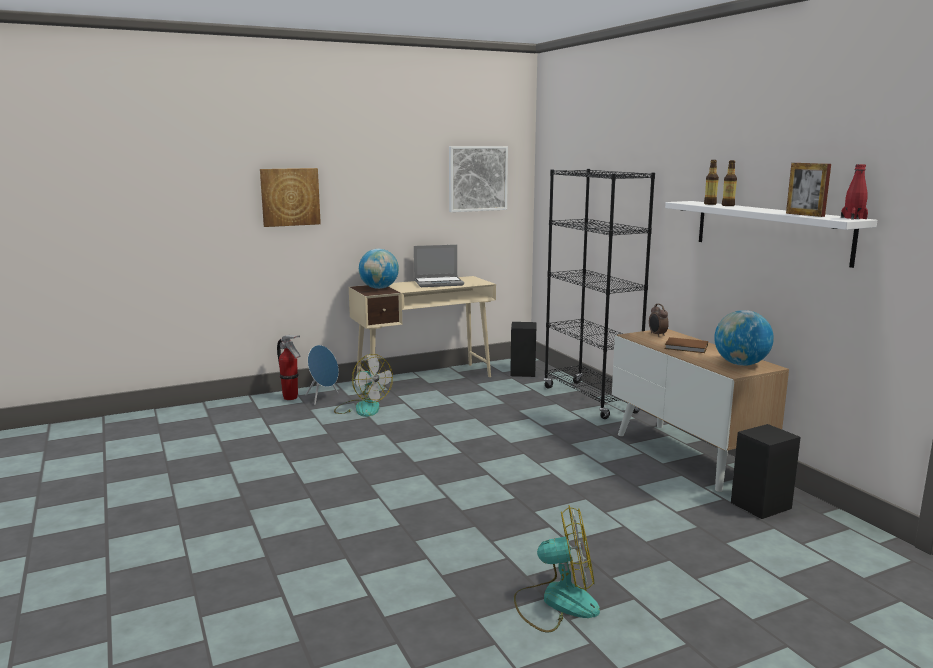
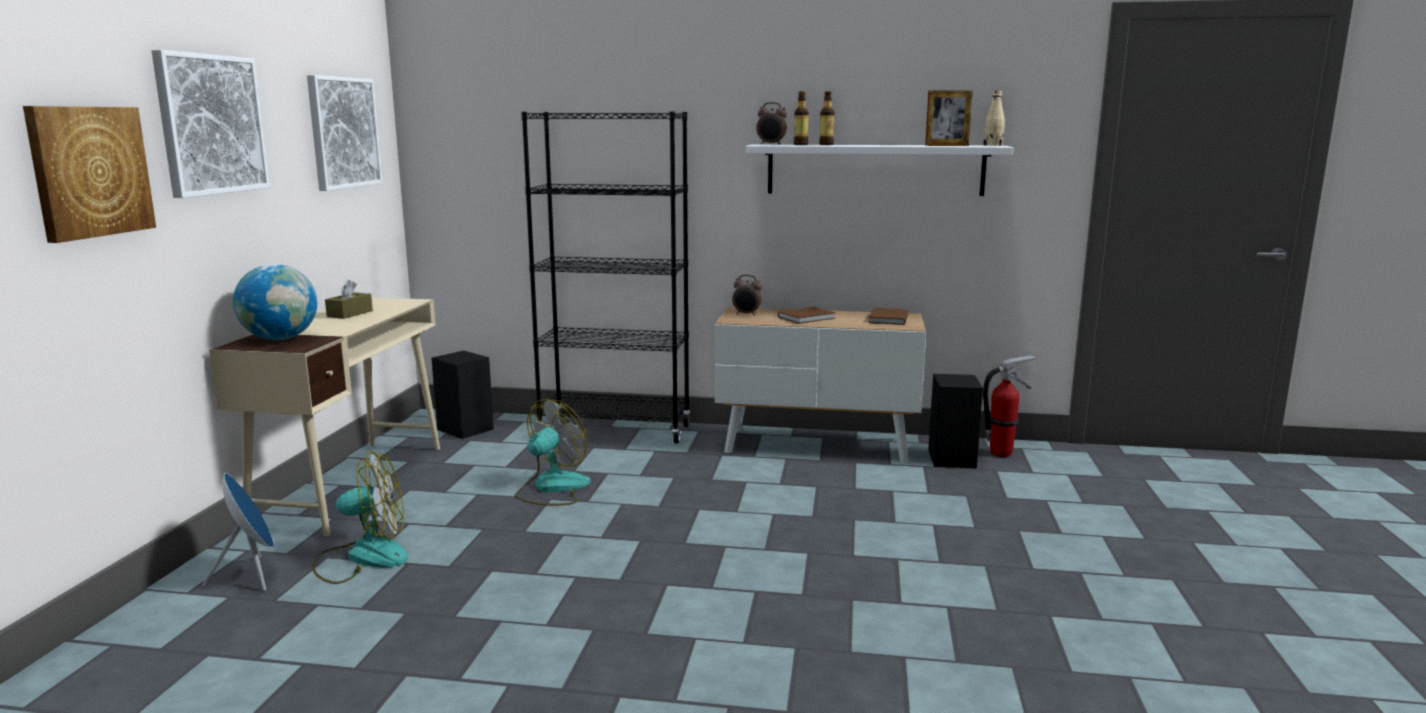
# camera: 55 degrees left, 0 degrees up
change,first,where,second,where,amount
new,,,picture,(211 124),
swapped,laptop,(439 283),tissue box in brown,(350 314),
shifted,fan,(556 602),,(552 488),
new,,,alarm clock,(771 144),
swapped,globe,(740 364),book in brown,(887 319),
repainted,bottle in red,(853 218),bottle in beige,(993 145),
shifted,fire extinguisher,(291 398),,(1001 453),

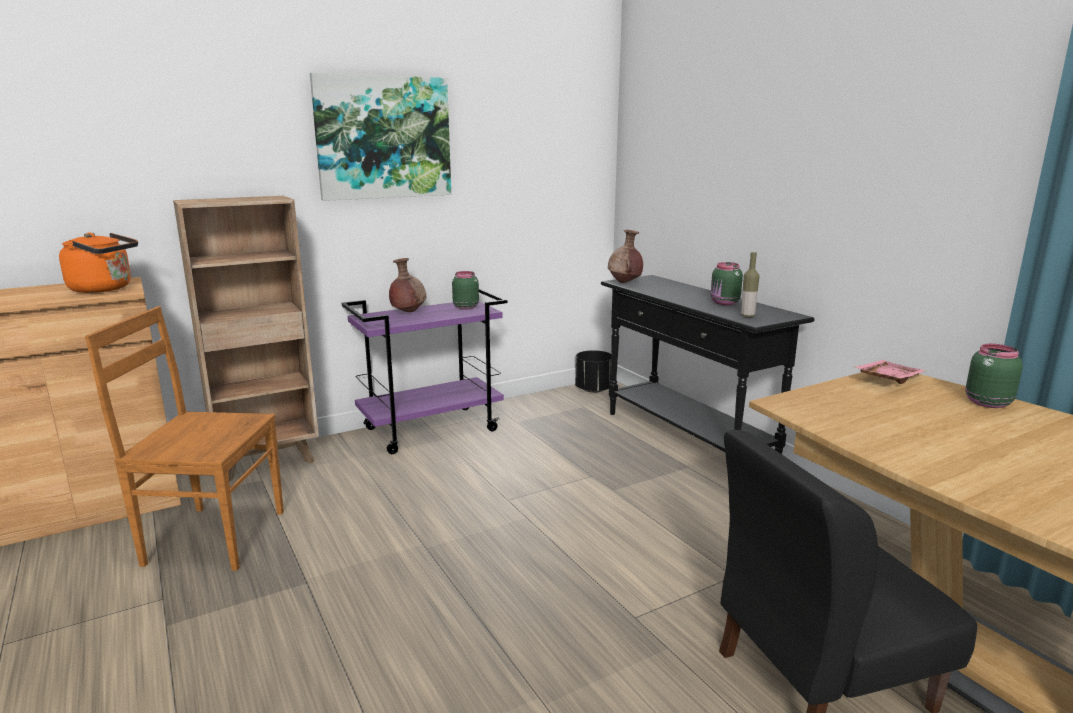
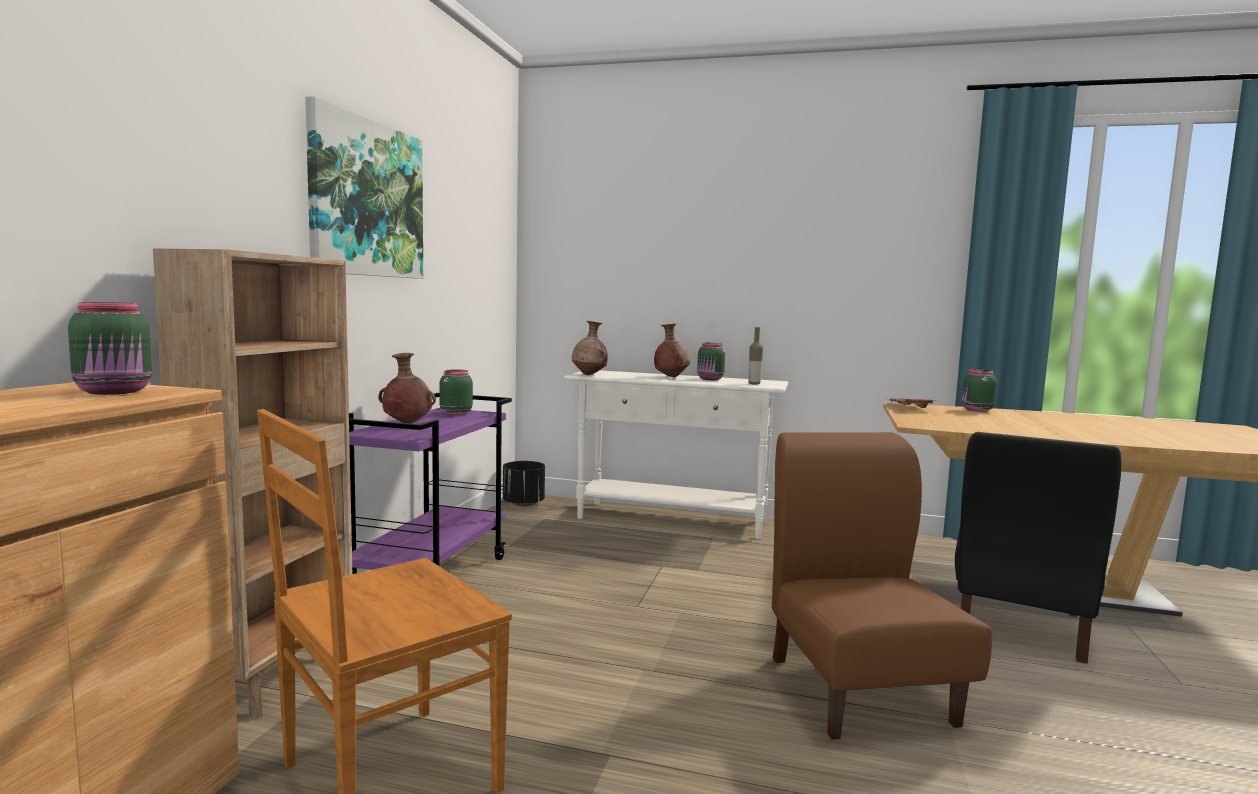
# camera: 45 degrees left, 10 degrees down
change,first,where,second,where,amount
swapped,kettle in orange,(105 289),jar in green,(115 392),
repainted,console table in black,(687 439),console table in white,(672 520),
new,,,vase in brown,(670 377),
new,,,chair in brown,(860 689),

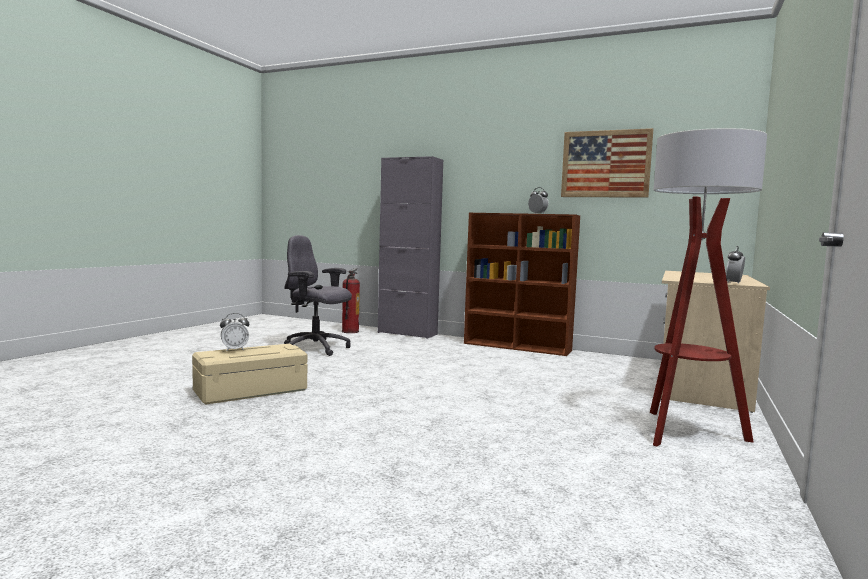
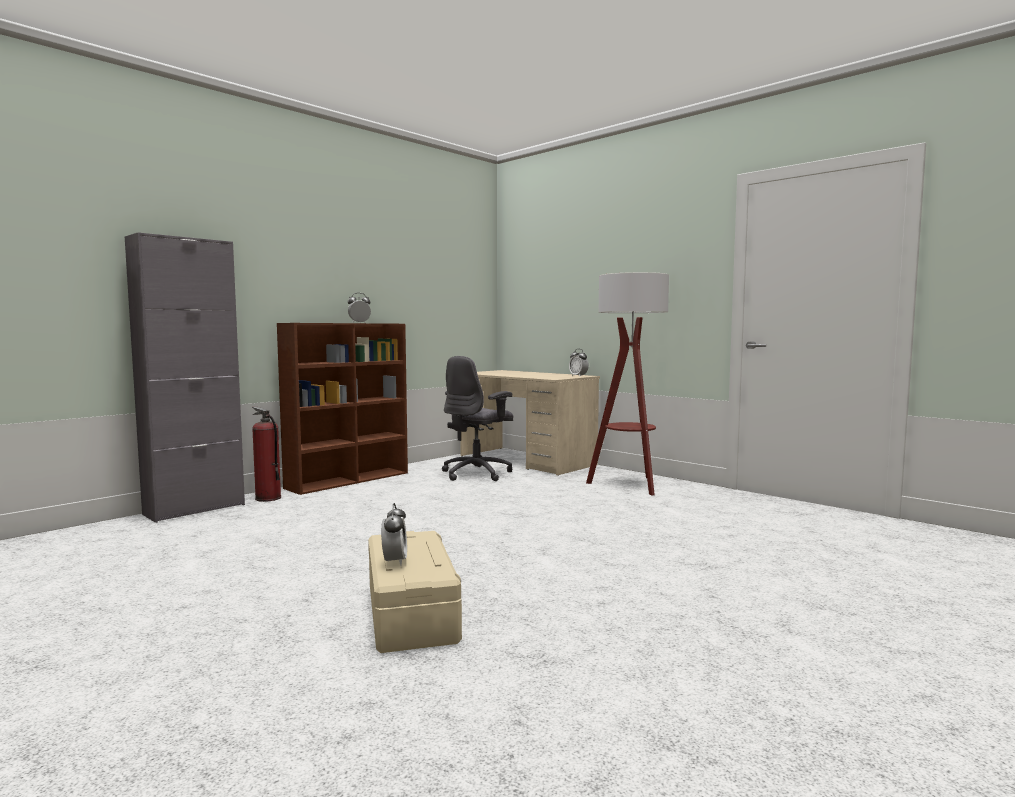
# camera: 70 degrees left, 0 degrees up
change,first,where,second,where,amount
shifted,fire extinguisher,(350 331),,(267 498),
shifted,office chair in grey,(316 349),,(477 474),
gone,picture,(605 164),,,

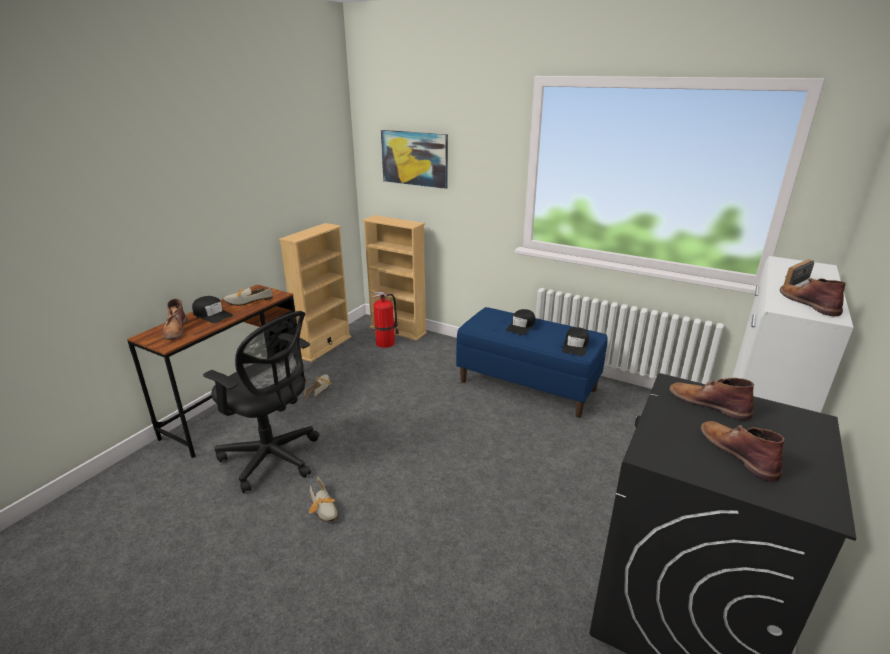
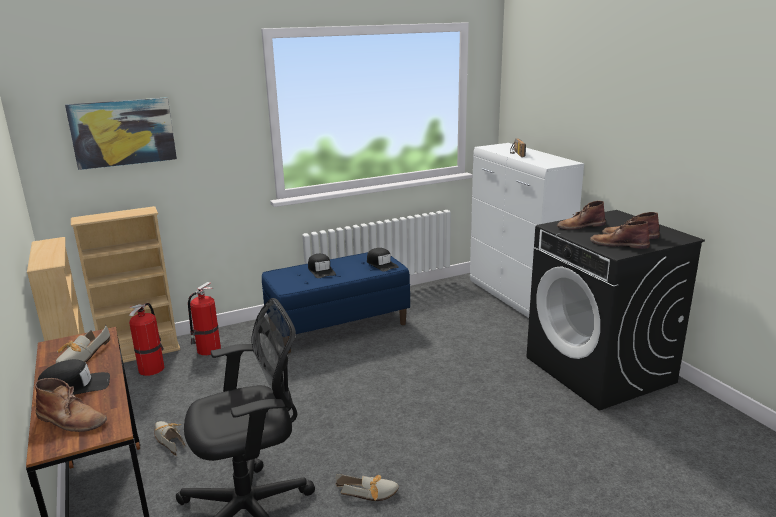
# camera: 55 degrees left, 5 degrees down
change,first,where,second,where,amount
new,,,fire extinguisher,(207 350),
shifted,boot in brown,(808 303),,(618 244),

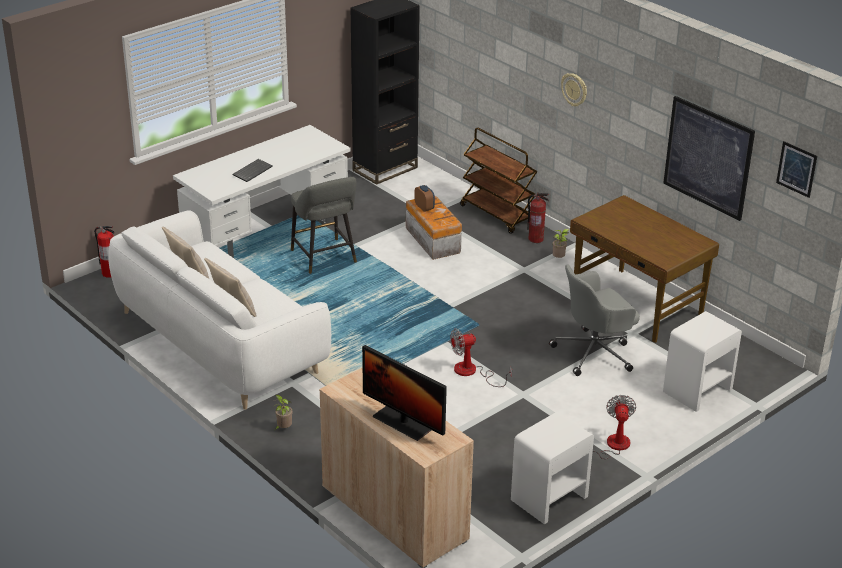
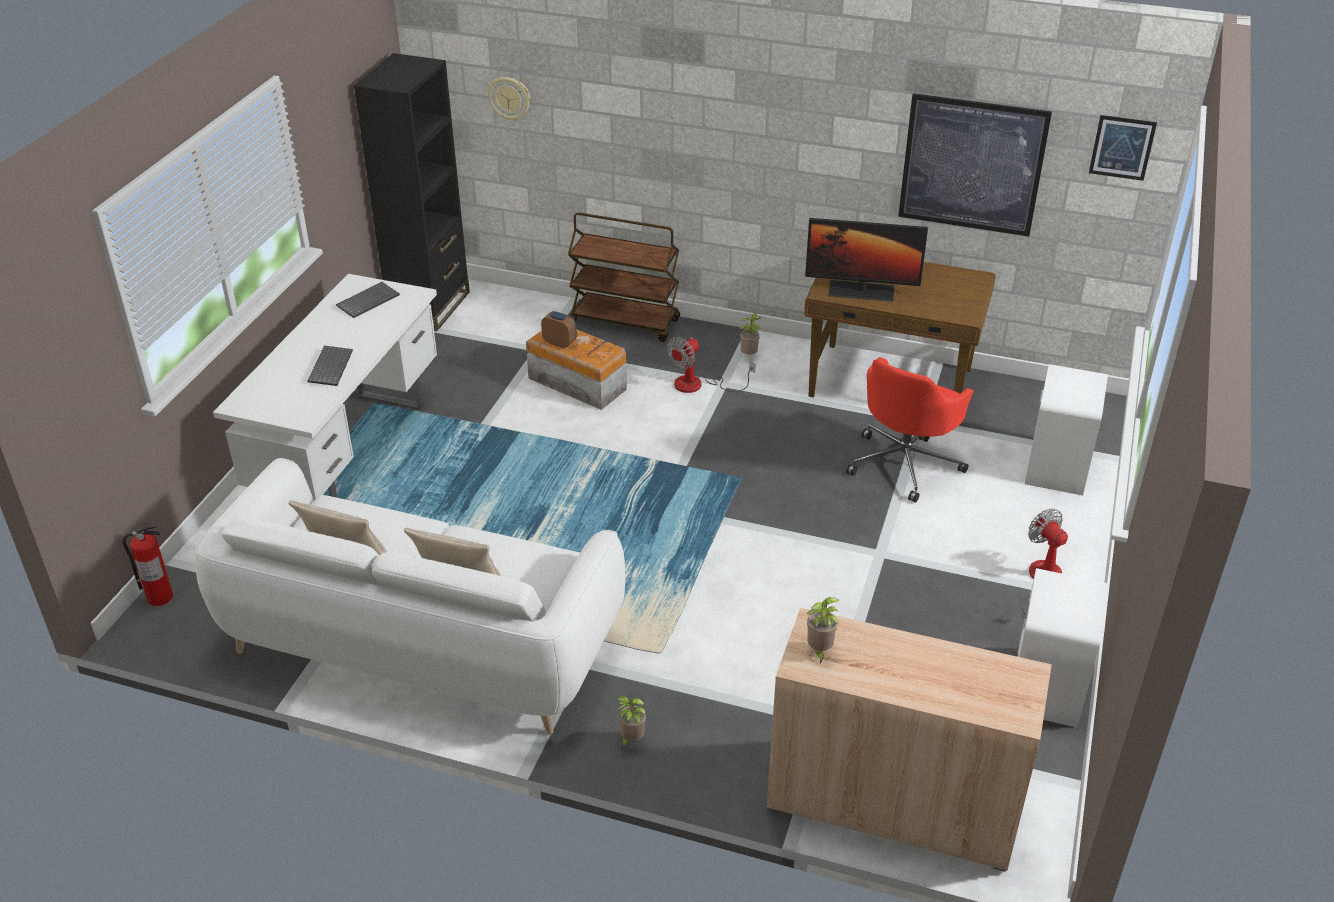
# camera: 30 degrees left, 5 degrees up
change,first,where,second,where,amount
new,,,keyboard,(368 300),
shifted,wall clock,(574 89),,(509 98),
shifted,fan,(472 372),,(698 385),
shifted,monitor,(403 422),,(861 291),
new,,,potted plant,(819 651),
repainted,office chair in grey,(594 353),office chair in red,(905 463),
gone,stool in grey,(325 258),,,
gone,fire extinguisher,(536 239),,,

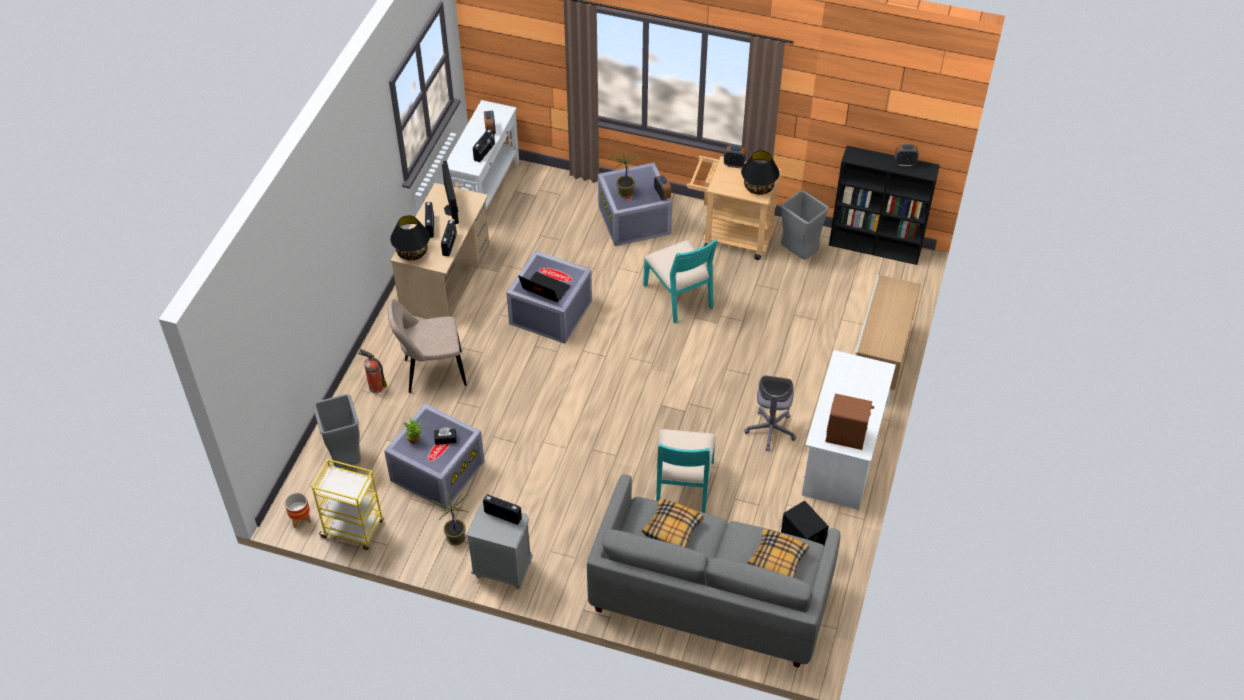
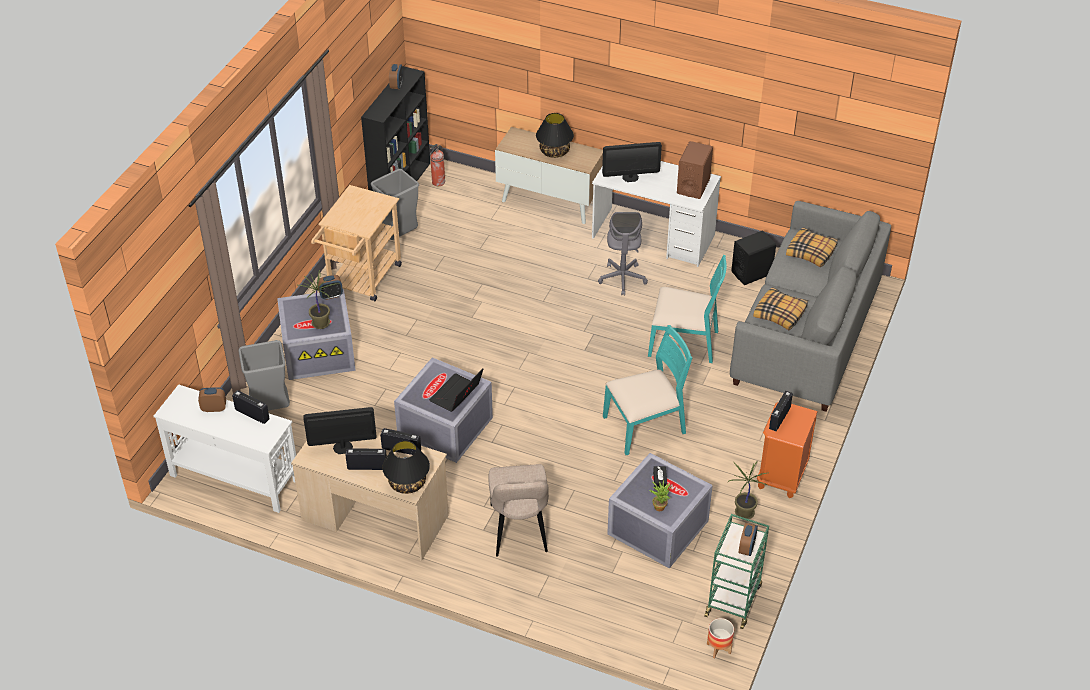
# camera: 85 degrees left, 5 degrees down
change,first,where,second,where,amount
shifted,trash can in grey,(346 459),,(271 409),
shifted,fire extinguisher,(375 387),,(438 182),
shifted,table lamp in black,(758 187),,(554 151),
rotated,office chair in grey,(770 430),,(622 279),75 degrees clockwise
new,,,monitor,(630 177),
shifted,chair in turquoise,(679 296),,(645 426),
repainted,cart in yellow,(354 529),cart in green,(733 599),
shifted,alarm clock,(734 164),,(746 548),
repainted,nightstand in grey,(503 569),nightstand in orange,(782 477),

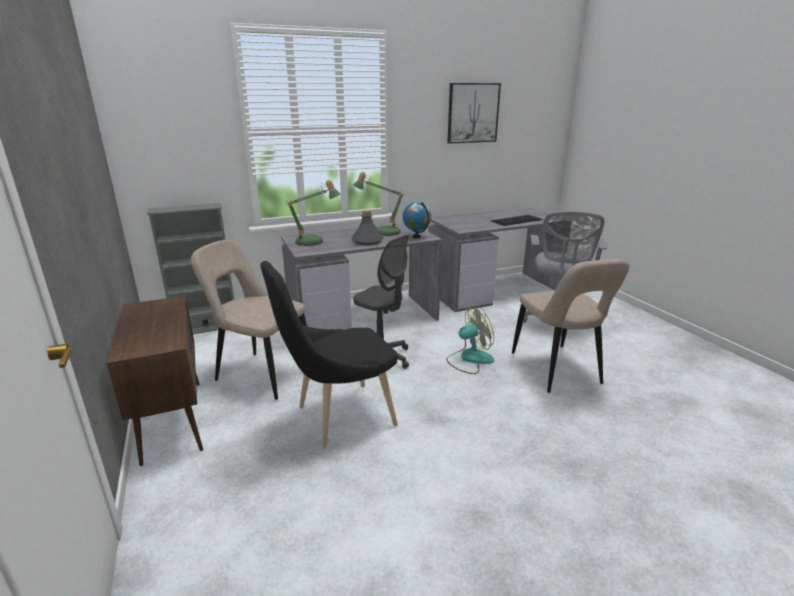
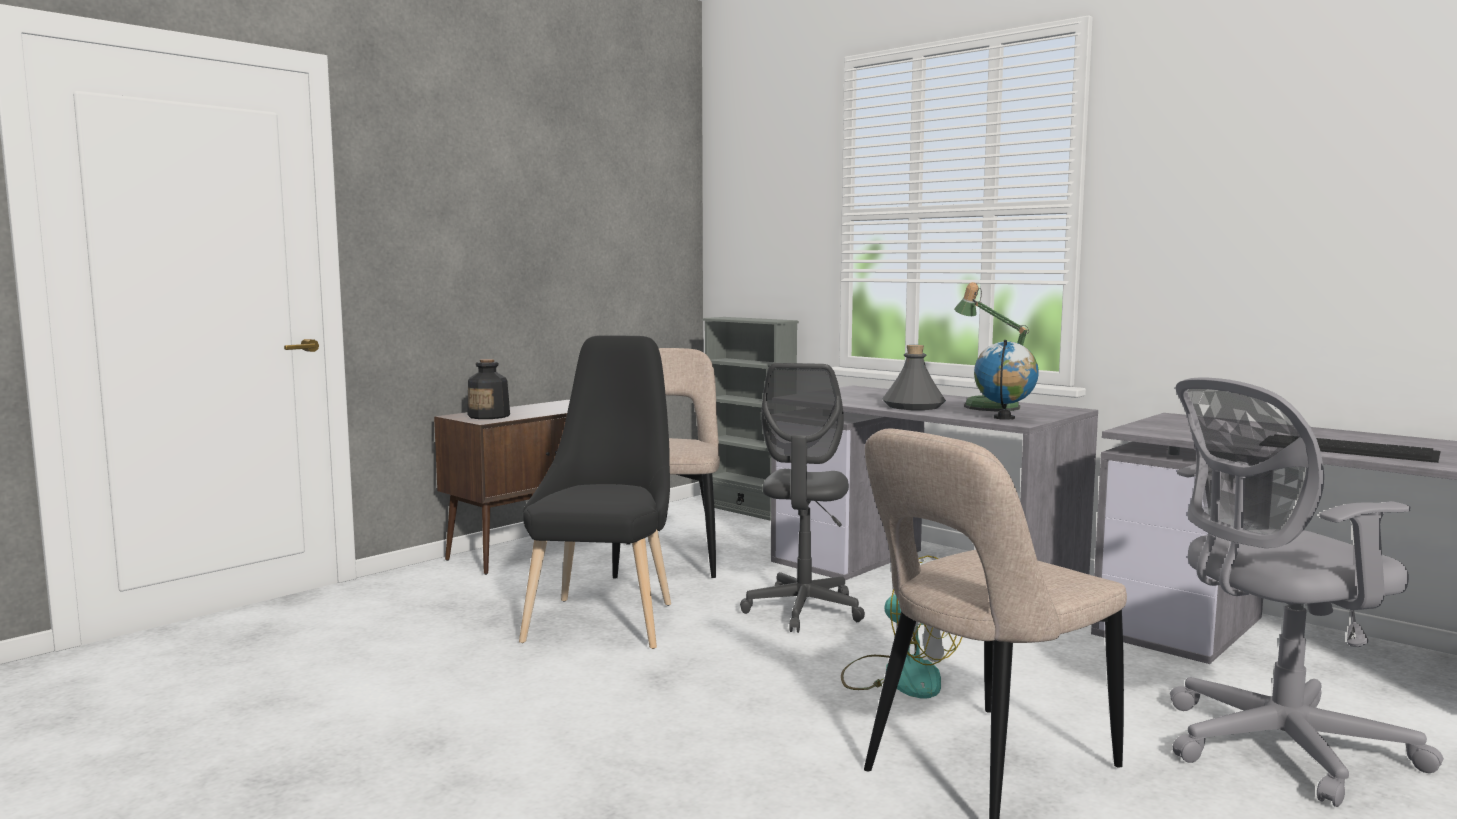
# camera: 65 degrees right, 15 degrees down
change,first,where,second,where,amount
new,,,bottle,(489 416),
rotated,chair in black,(339 417),,(605 619),60 degrees clockwise
gone,table lamp,(314 242),,,
gone,picture,(472 113),,,

